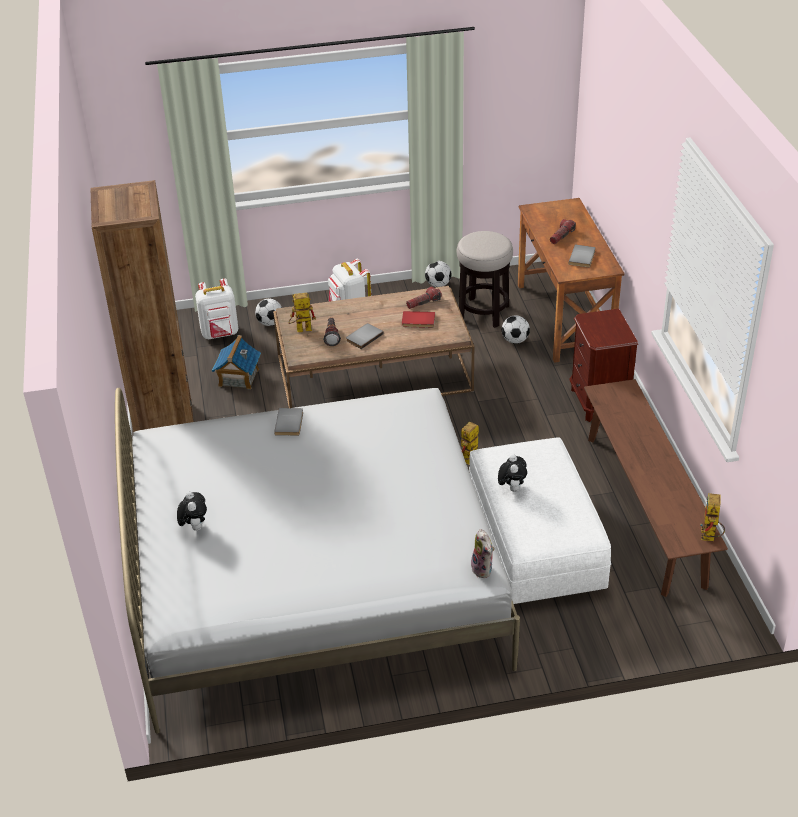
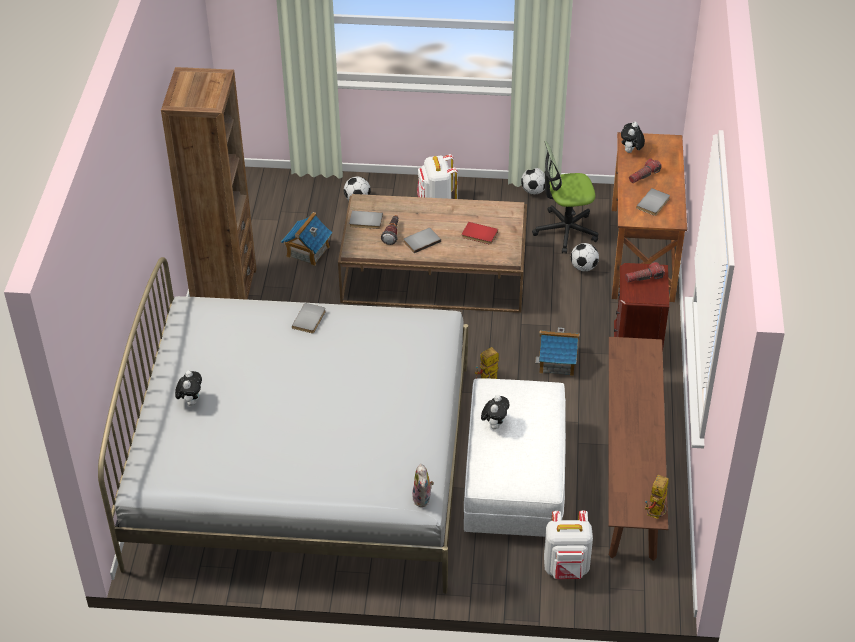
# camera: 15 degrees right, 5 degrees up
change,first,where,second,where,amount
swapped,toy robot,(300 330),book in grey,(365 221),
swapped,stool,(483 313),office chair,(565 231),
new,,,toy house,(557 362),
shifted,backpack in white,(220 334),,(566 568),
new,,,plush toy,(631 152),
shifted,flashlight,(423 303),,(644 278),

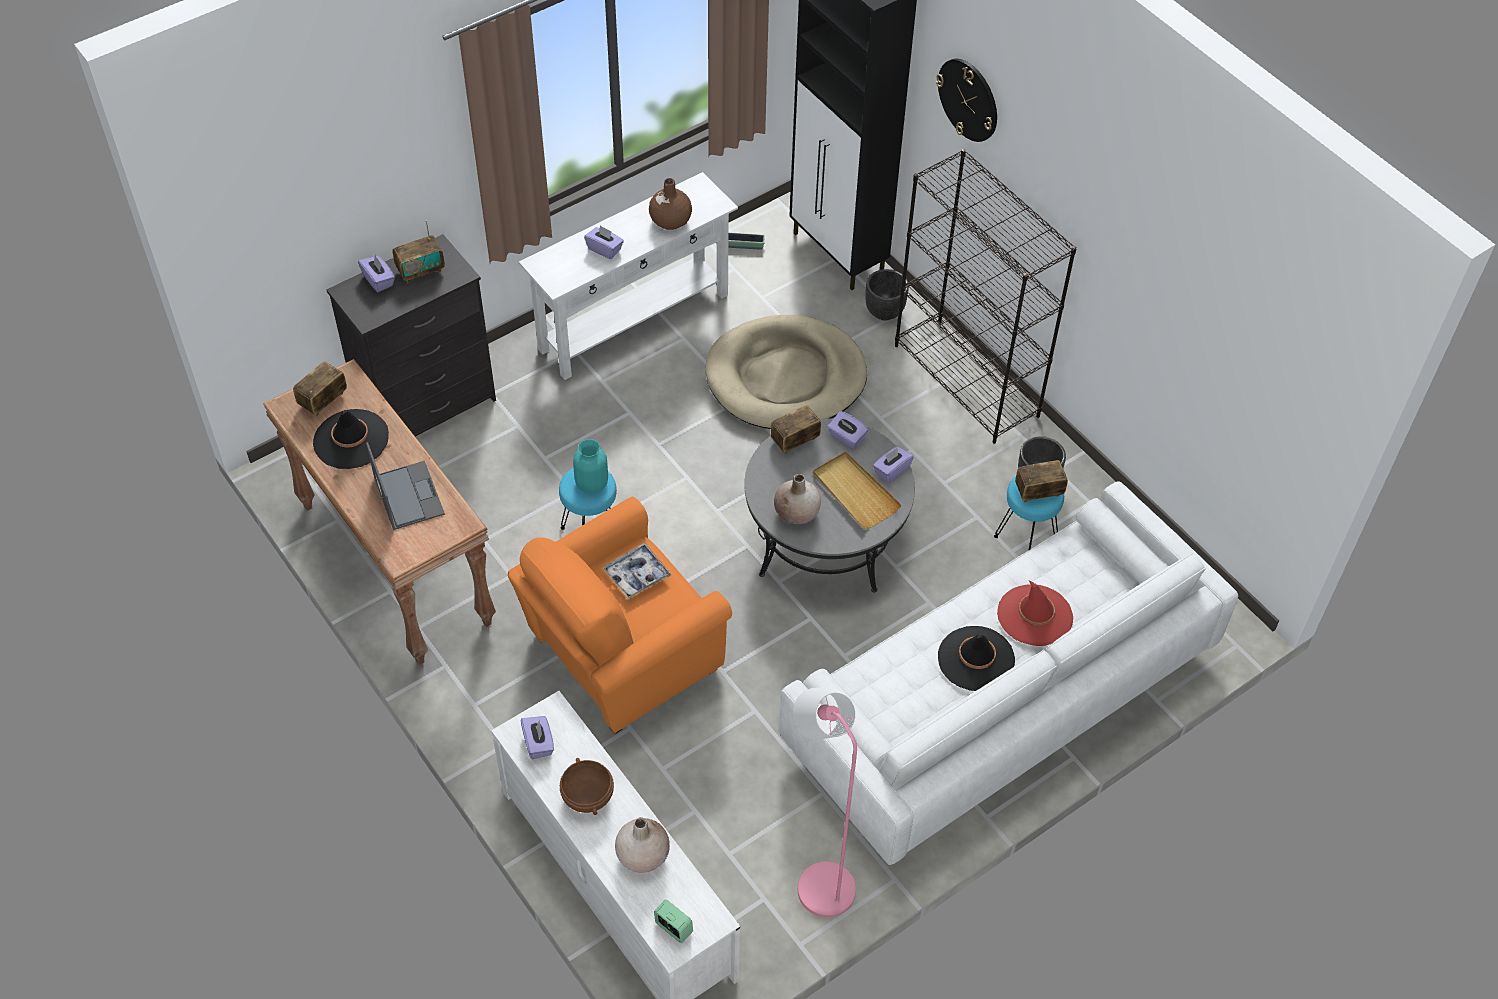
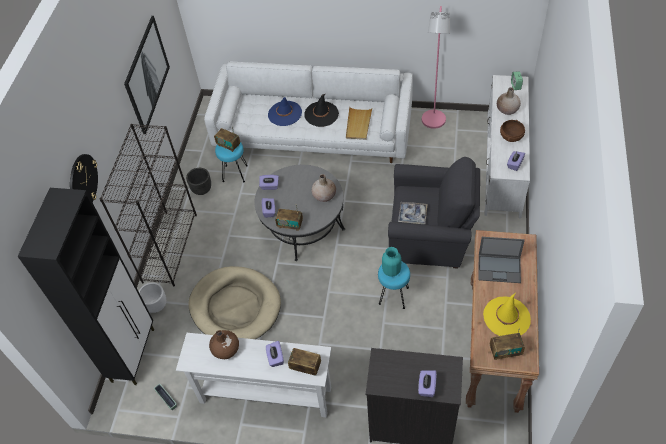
# camera: 130 degrees left, 0 degrees up
change,first,where,second,where,amount
new,,,picture,(146 74),
repainted,planter in black,(884 312),planter in white,(156 305),
repainted,hat in red,(1034 615),hat in blue,(285 113),
shifted,radio,(420 270),,(305 367),
shifted,tray in beige,(855 492),,(358 124),
repainted,armchair in orange,(618 656),armchair in grey,(431 237),
rotated,laptop,(408 495),,(500 268),105 degrees counterclockwise
repainted,hat in black,(351 440),hat in yellow,(506 317),

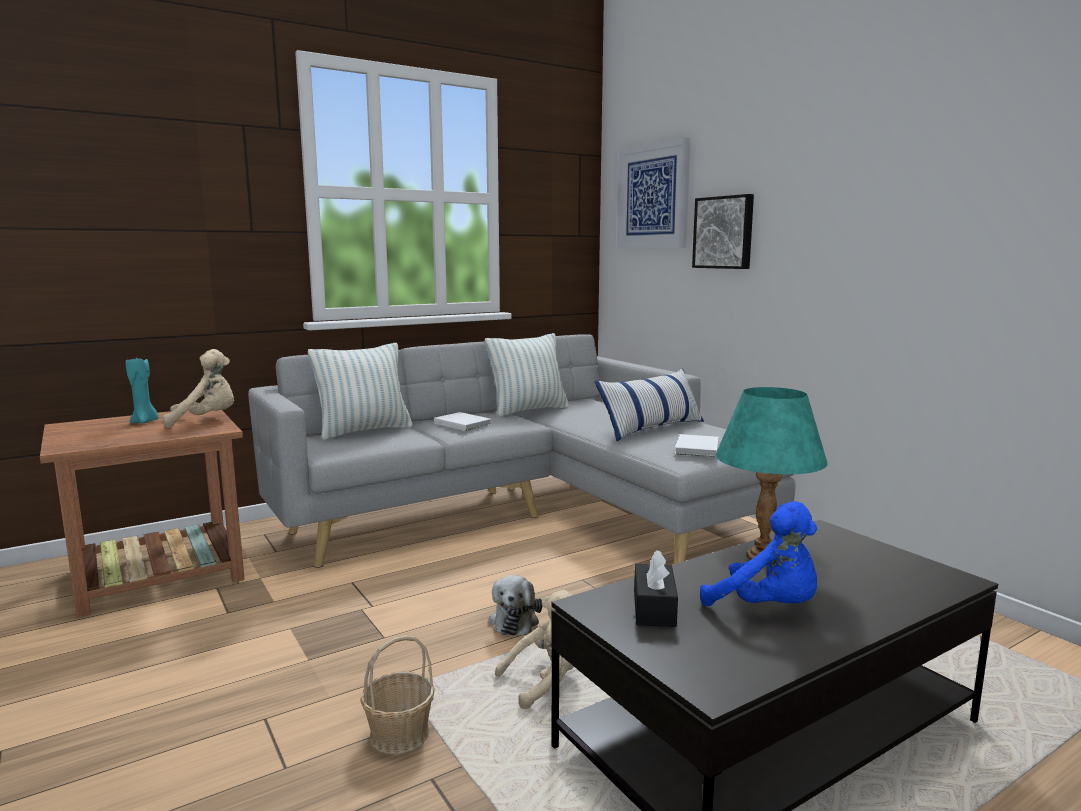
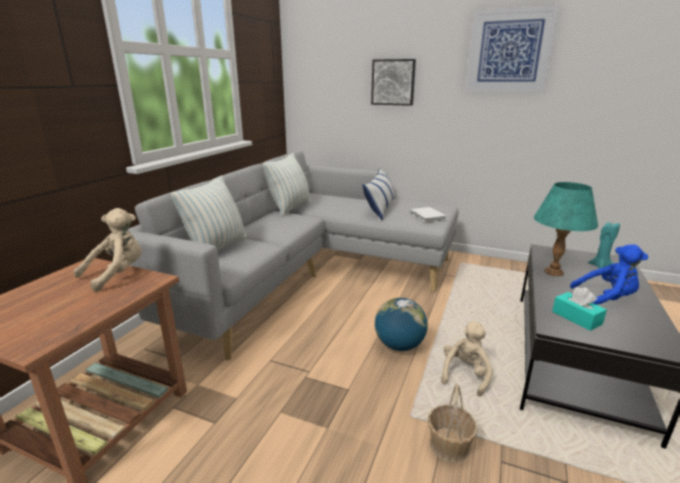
# camera: 35 degrees left, 10 degrees up
change,first,where,second,where,amount
swapped,plush toy,(514 620),globe,(399 345),
shifted,picture,(652 196),,(509 51),
repainted,tissue box in black,(654 608),tissue box in turquoise,(576 318),
shifted,candle in turquoise,(145 422),,(600 266),
gone,book in white,(462 423),,,

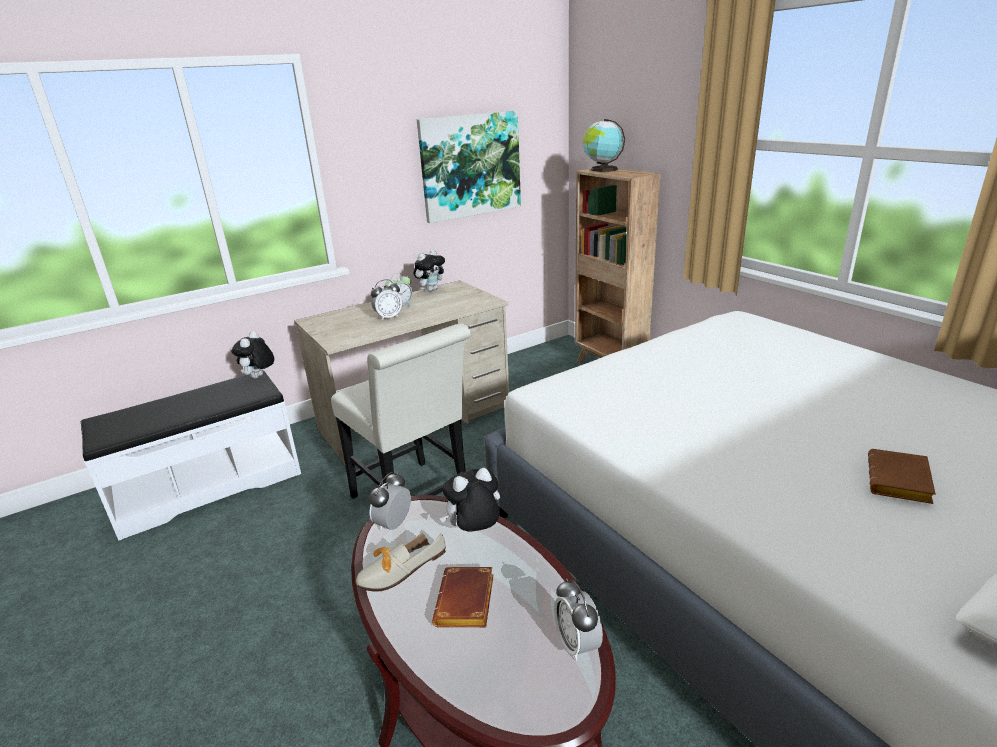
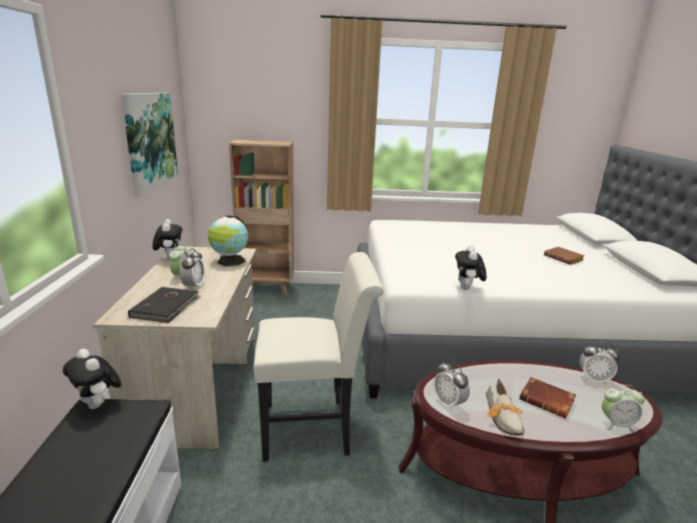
# camera: 60 degrees left, 5 degrees down
change,first,where,second,where,amount
new,,,book in black,(167 307),
shifted,globe,(602 170),,(230 261),
shifted,plush toy,(474 531),,(467 289),
new,,,alarm clock,(616 424),

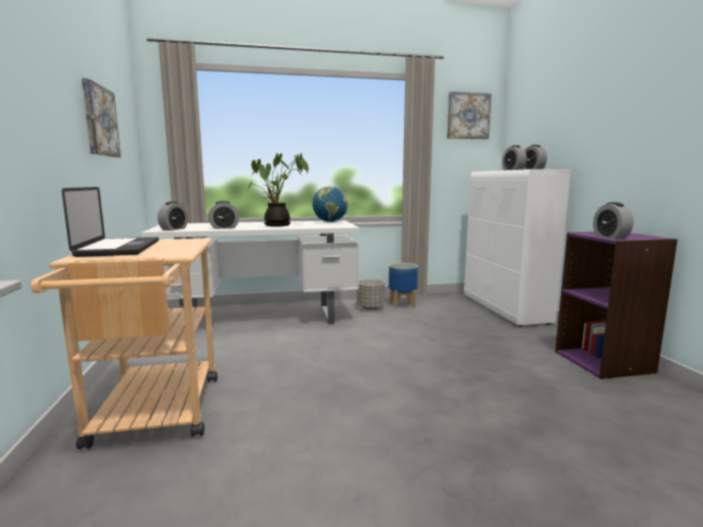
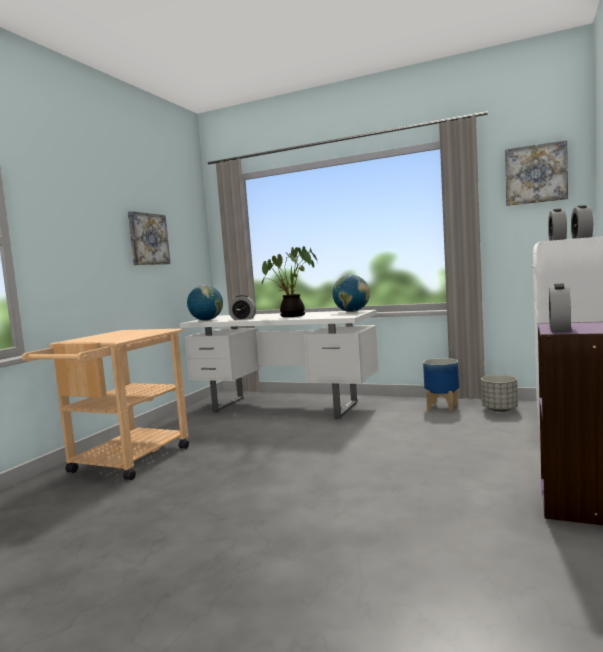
# camera: 35 degrees right, 5 degrees down
change,first,where,second,where,amount
swapped,alarm clock,(174 229),globe,(206 320),
shifted,planter in grey,(370 307),,(499 409),
gone,laptop,(119 248),,,

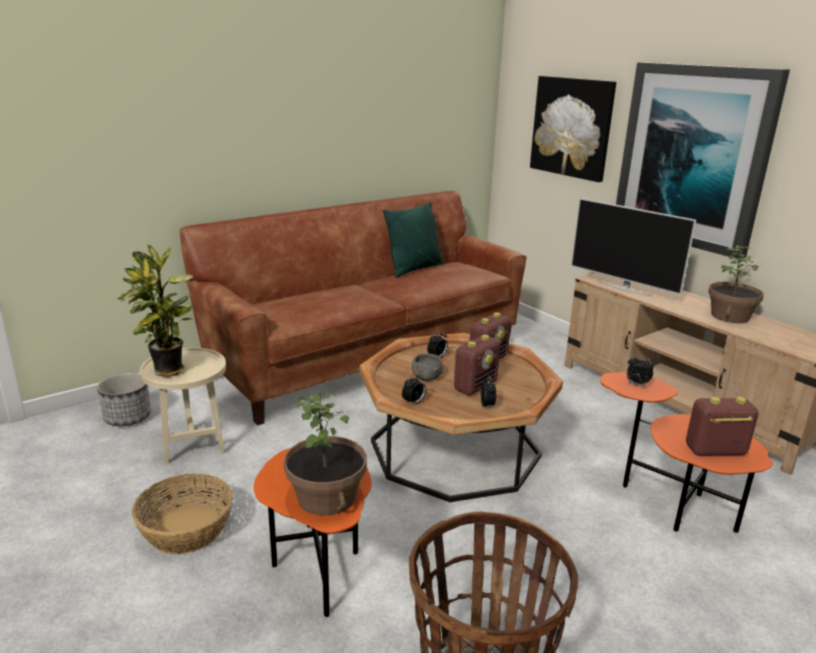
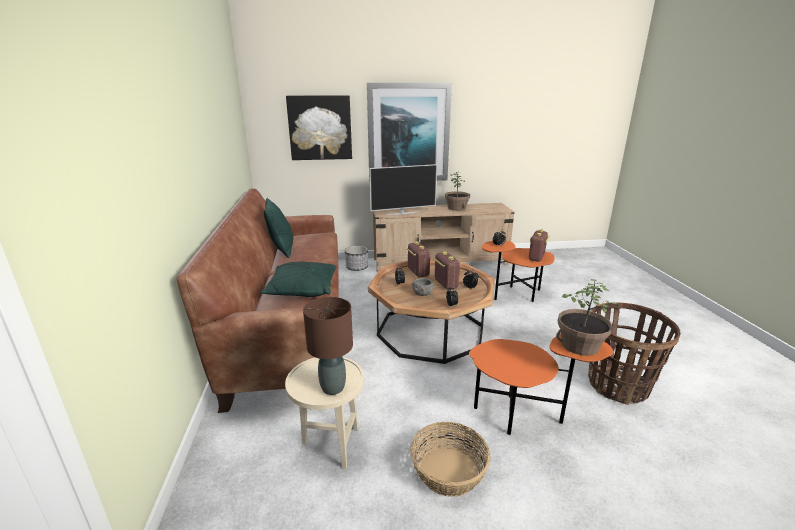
# camera: 60 degrees left, 0 degrees up
change,first,where,second,where,amount
new,,,pillow in green,(302 290),
swapped,potted plant,(168 372),table lamp in brown,(332 388),
shifted,planter,(128 417),,(357 267),

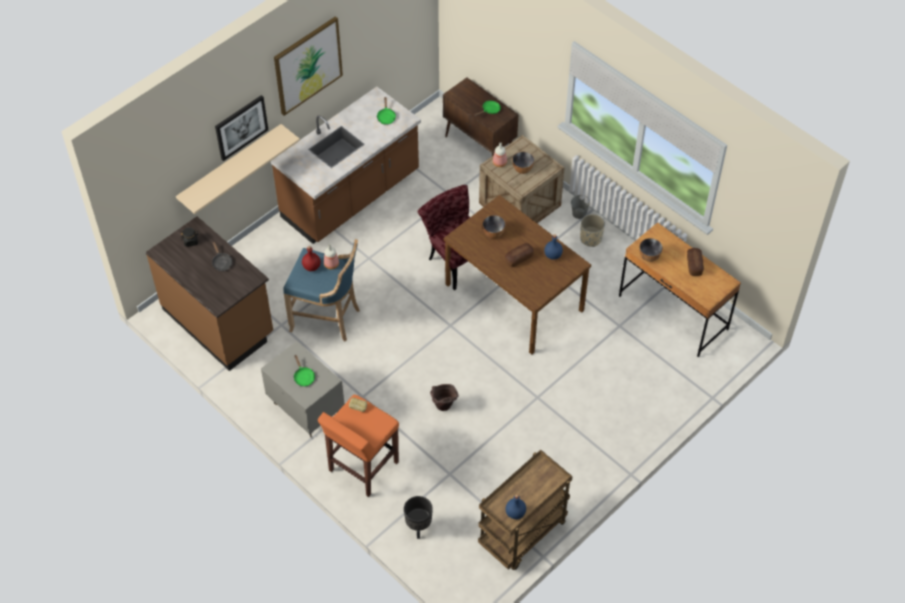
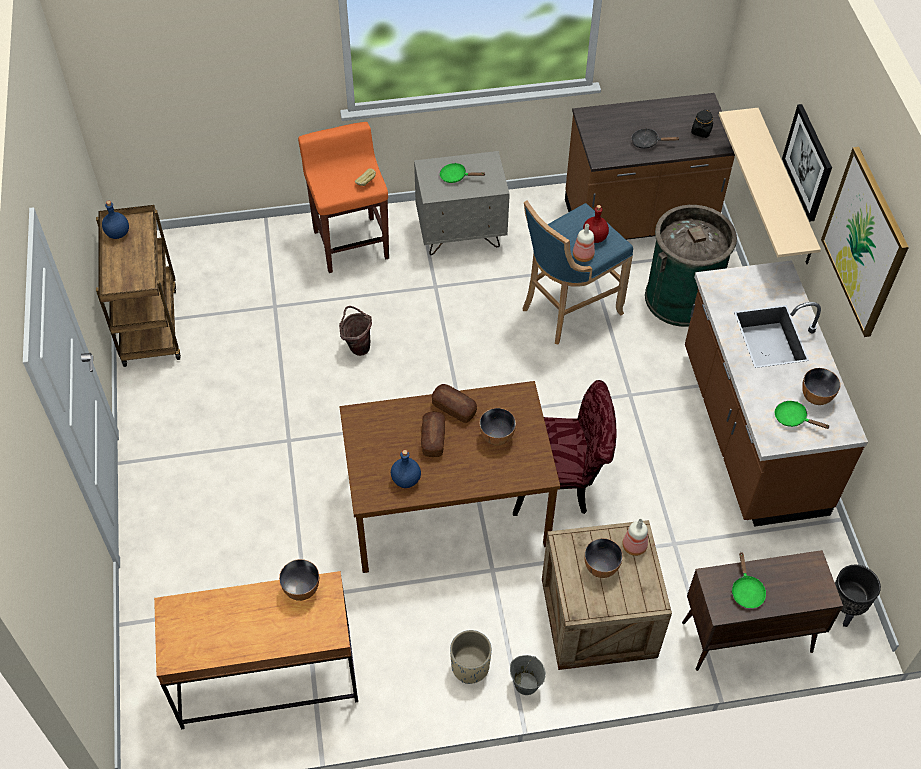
# camera: 125 degrees right, 0 degrees up
change,first,where,second,where,amount
shifted,bread,(694 265),,(454 408),
new,,,trash can in green,(681 298),
new,,,bowl,(815 397),
shifted,planter in black,(418 527),,(844 610),

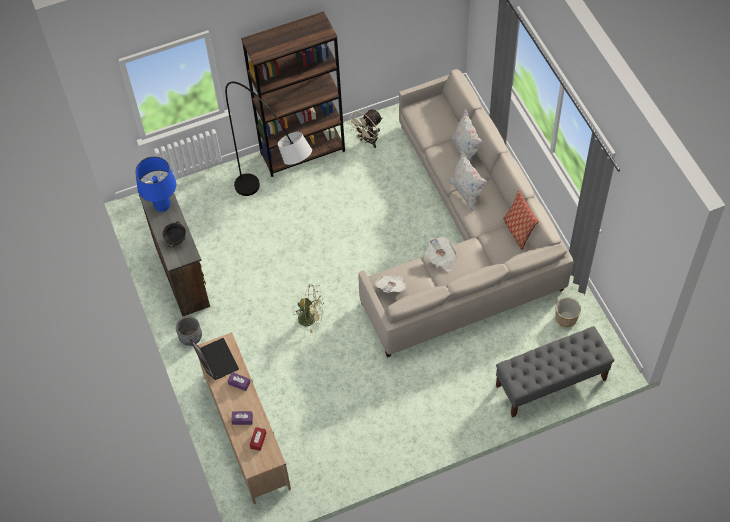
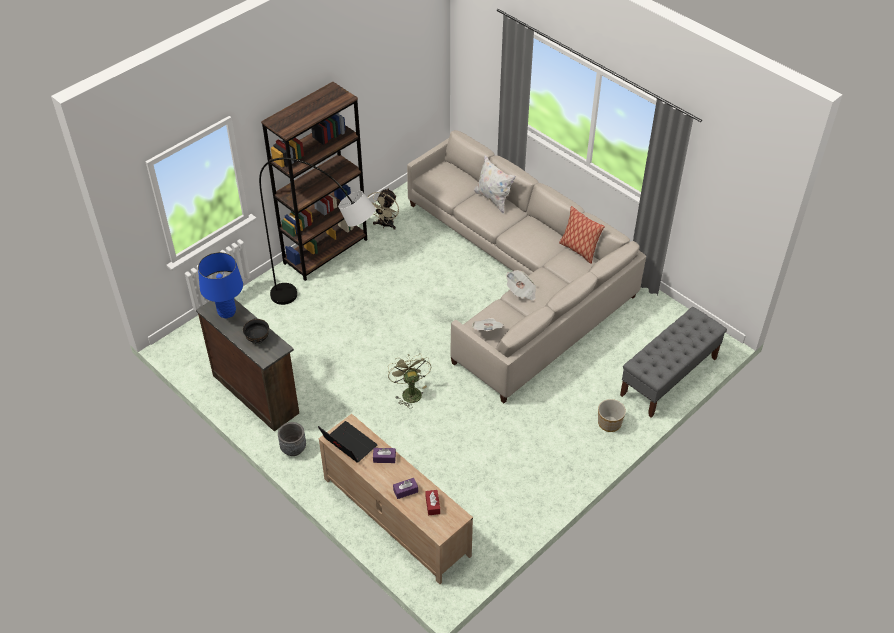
# camera: 25 degrees left, 10 degrees down
change,first,where,second,where,amount
rotated,fan in green,(311 318),,(409 392),90 degrees counterclockwise
shifted,planter,(566 318),,(609 423),
gone,pillow in white,(466 193),,,

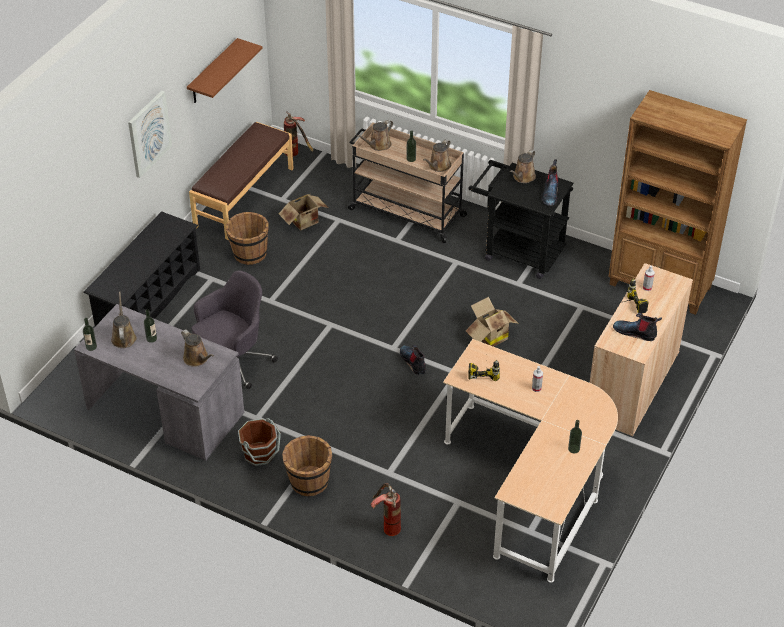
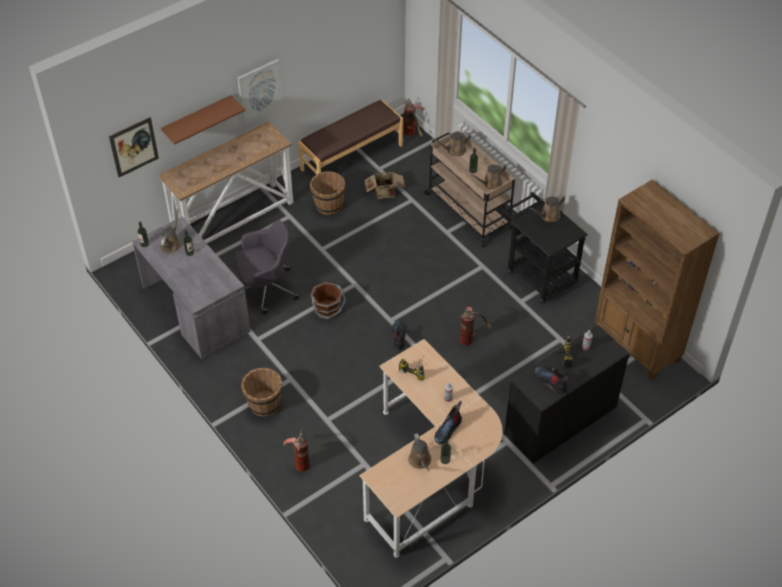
# camera: 25 degrees right, 5 degrees up
change,first,where,second,where,amount
new,,,picture,(134 147),
swapped,shoe rack in black,(148 301),console table,(234 218),
shifted,shelf in brown,(213 72),,(197 119),
shifted,bucket in brown,(260 453),,(327 309),
shifted,watering can in brown,(197 359),,(420 461),
shifted,boot,(550 193),,(447 429),
swapped,cardboard box,(489 336),fire extinguisher,(470 338),
repainted,cabinet in beige,(632 385),cabinet in black,(560 421),

